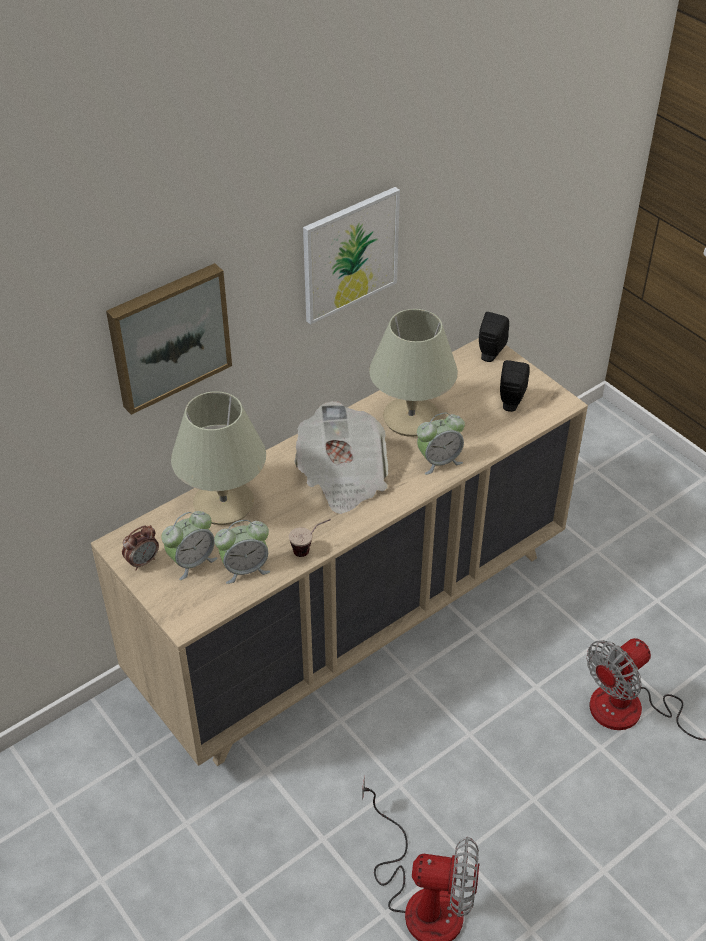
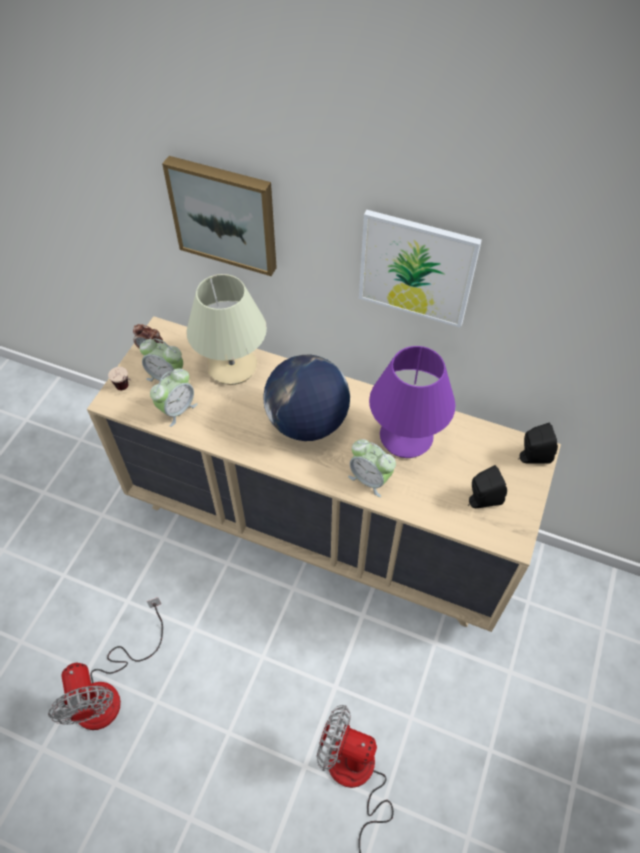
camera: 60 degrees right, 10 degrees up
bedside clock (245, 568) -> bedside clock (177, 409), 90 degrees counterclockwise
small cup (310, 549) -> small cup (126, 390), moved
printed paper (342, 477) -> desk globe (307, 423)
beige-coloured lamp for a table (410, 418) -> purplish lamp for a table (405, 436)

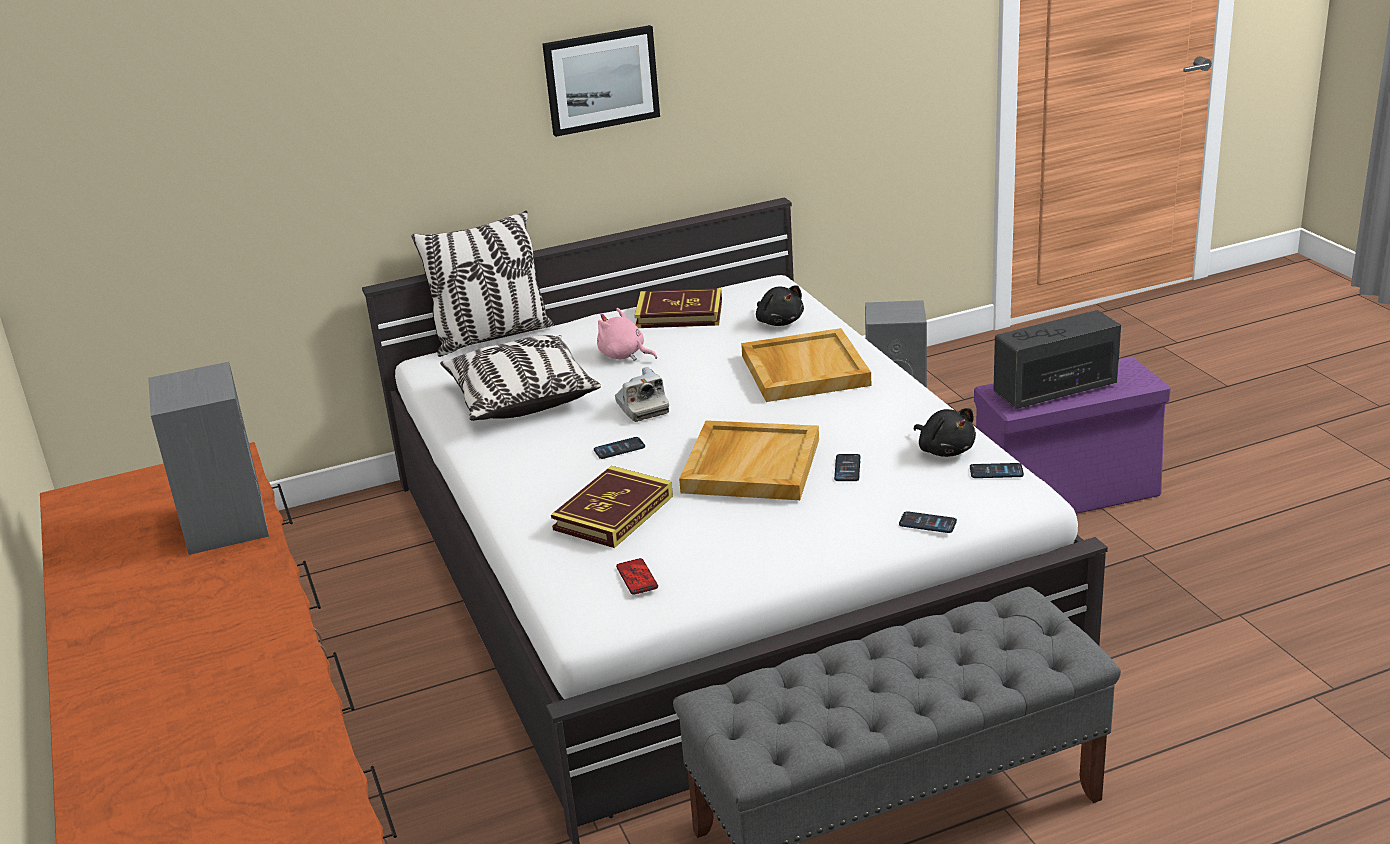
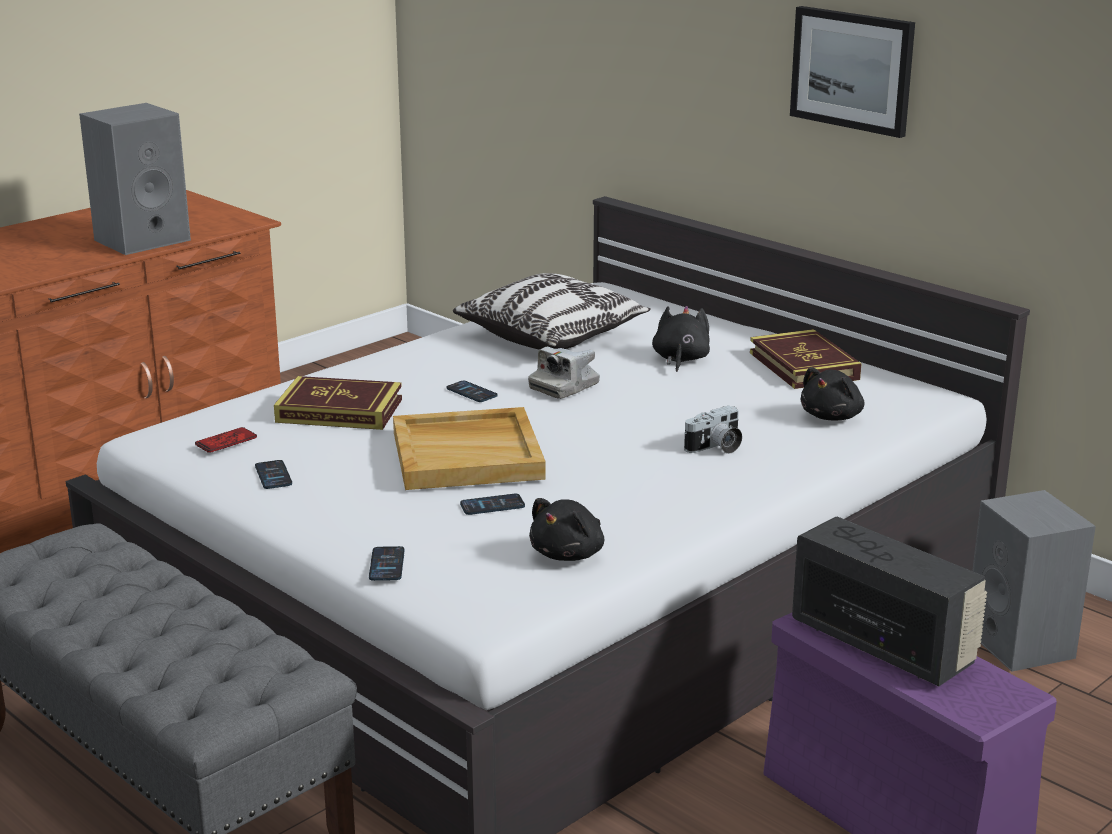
camera: 65 degrees right, 5 degrees down
throw pillow (492, 336) -> none
pinkish plush toy (624, 355) -> blackish plush toy (680, 359)
beige-coloured carrying tray (803, 370) -> photo camera (716, 448)
telephone (996, 472) -> telephone (273, 475), moved

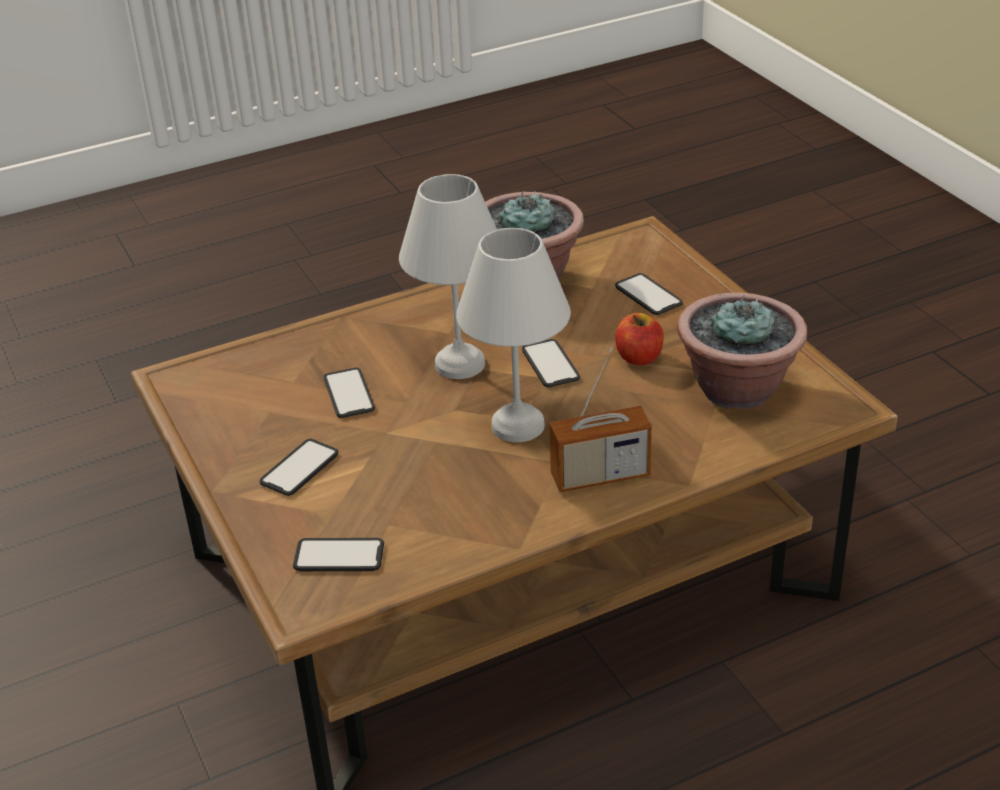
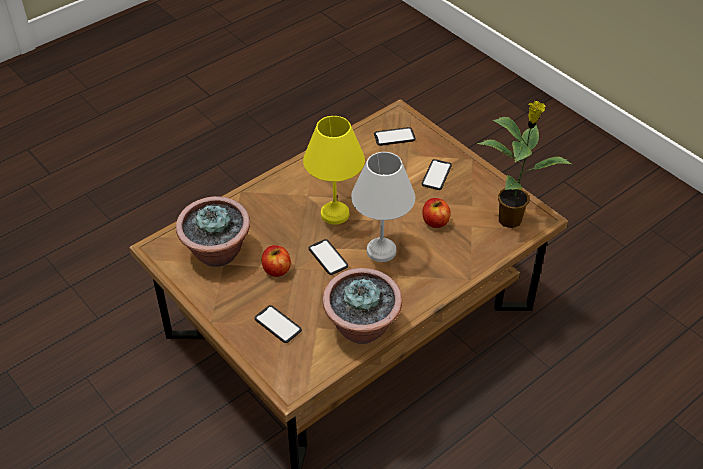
camera: 165 degrees right, 10 degrees up
telephone (349, 394) -> whole apple (435, 222)
white-coloured lamp for a table (515, 425) -> yellow-coloured lamp for a table (336, 214)
radio (600, 476) -> none
none -> potted plant (511, 219)

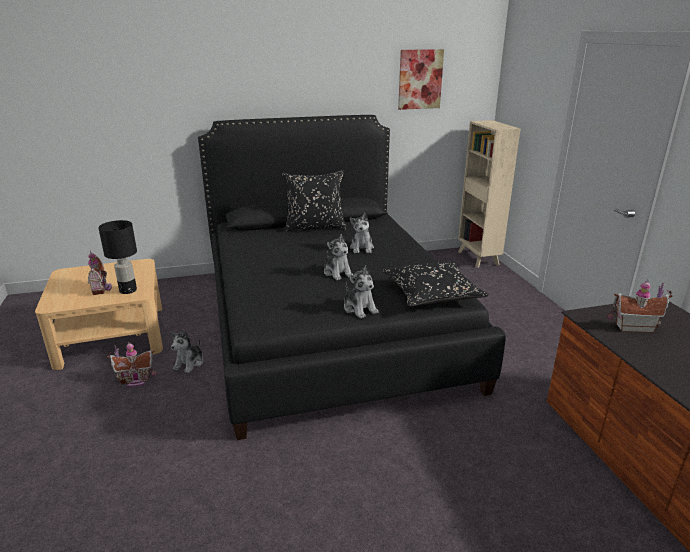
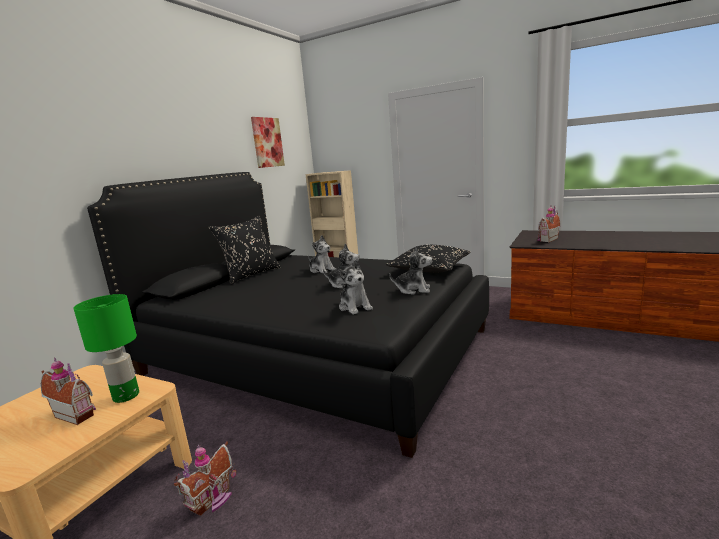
camera: 45 degrees left, 10 degrees down
blackish lamp for a table (128, 290) -> green lamp for a table (127, 396)
plush toy (189, 363) -> plush toy (355, 307), moved

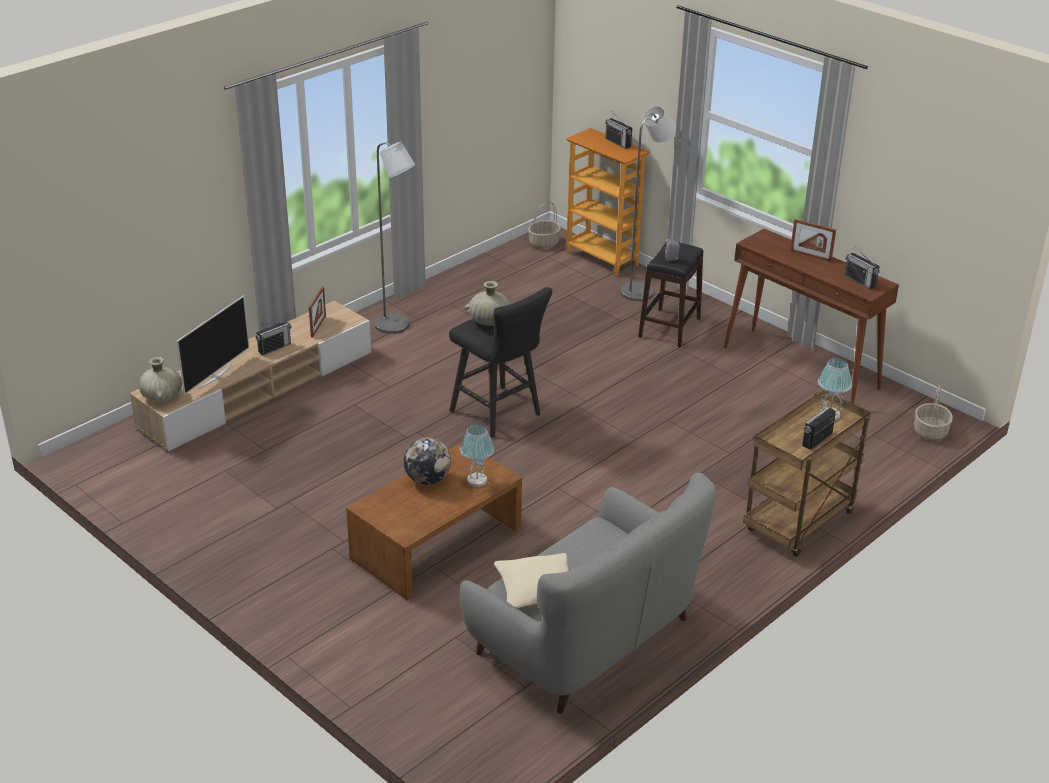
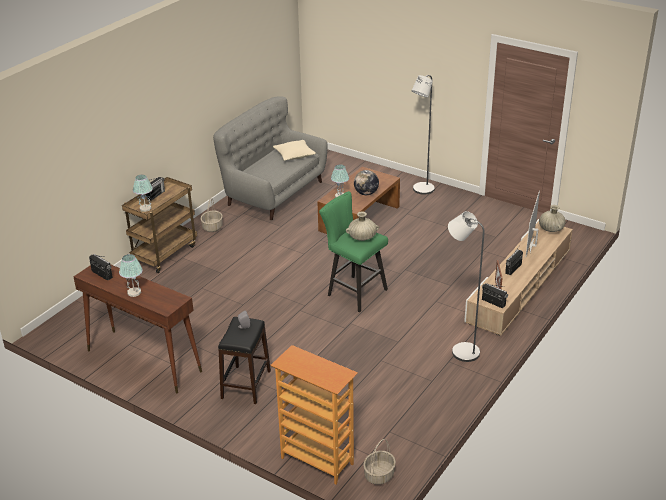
camera: 170 degrees right, 0 degrees up
blackish sitting stool (500, 415) -> green sitting stool (353, 292)
radio (618, 143) -> radio (493, 302), moved
grey standard lamp (641, 290) -> grey standard lamp (421, 190), moved
picture frame (810, 256) -> lamp for a table (134, 292)
household basket (930, 432) -> household basket (212, 227), moved

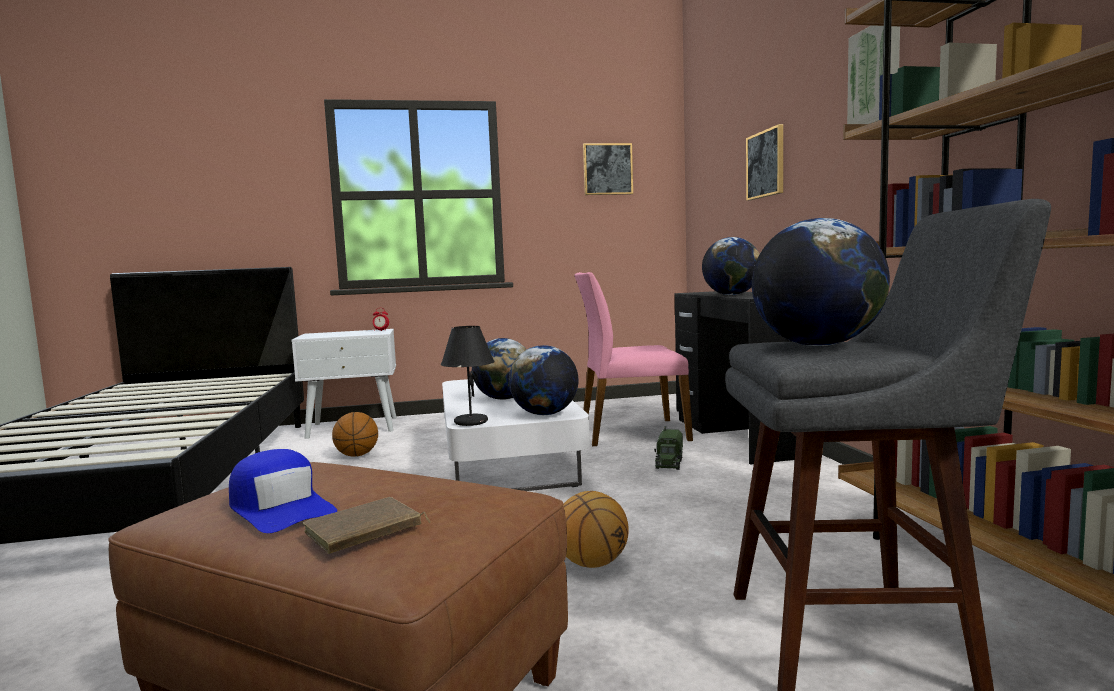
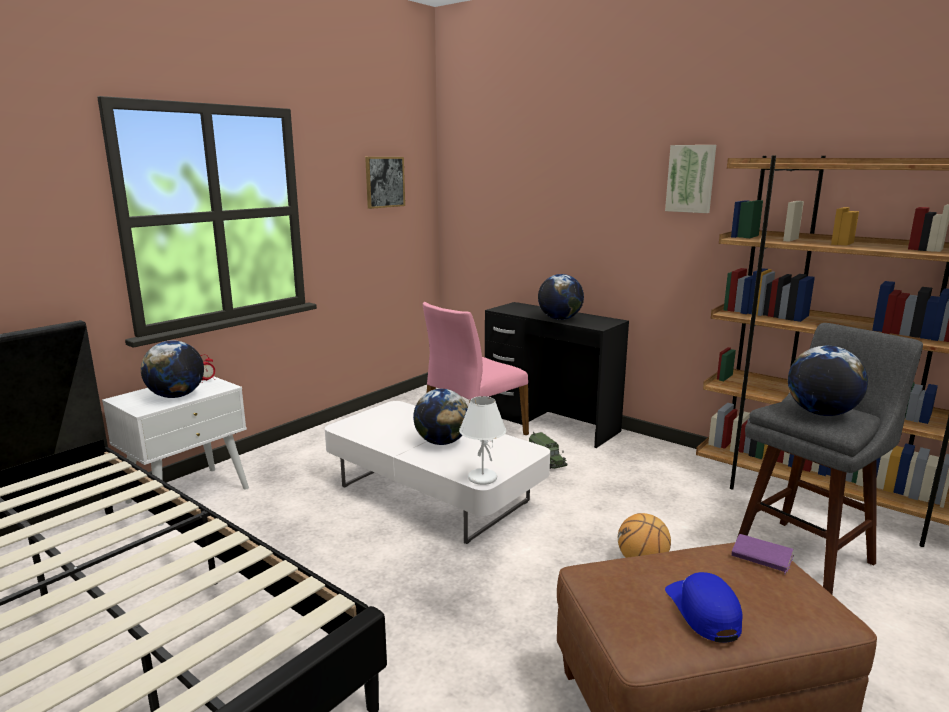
camera: 40 degrees left, 10 degrees up
bluish cap (280, 508) -> bluish cap (703, 611), 105 degrees counterclockwise
brown book (364, 531) -> none
basketball ball (357, 455) -> none
blackish lamp for a table (470, 422) -> white-coloured lamp for a table (481, 478)
desk globe (545, 414) -> desk globe (176, 396), moved
wall picture (766, 164) -> none
none -> purplish book (761, 557)

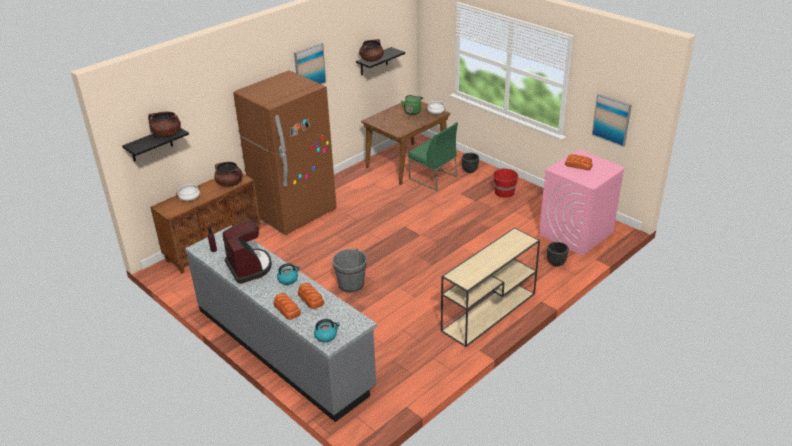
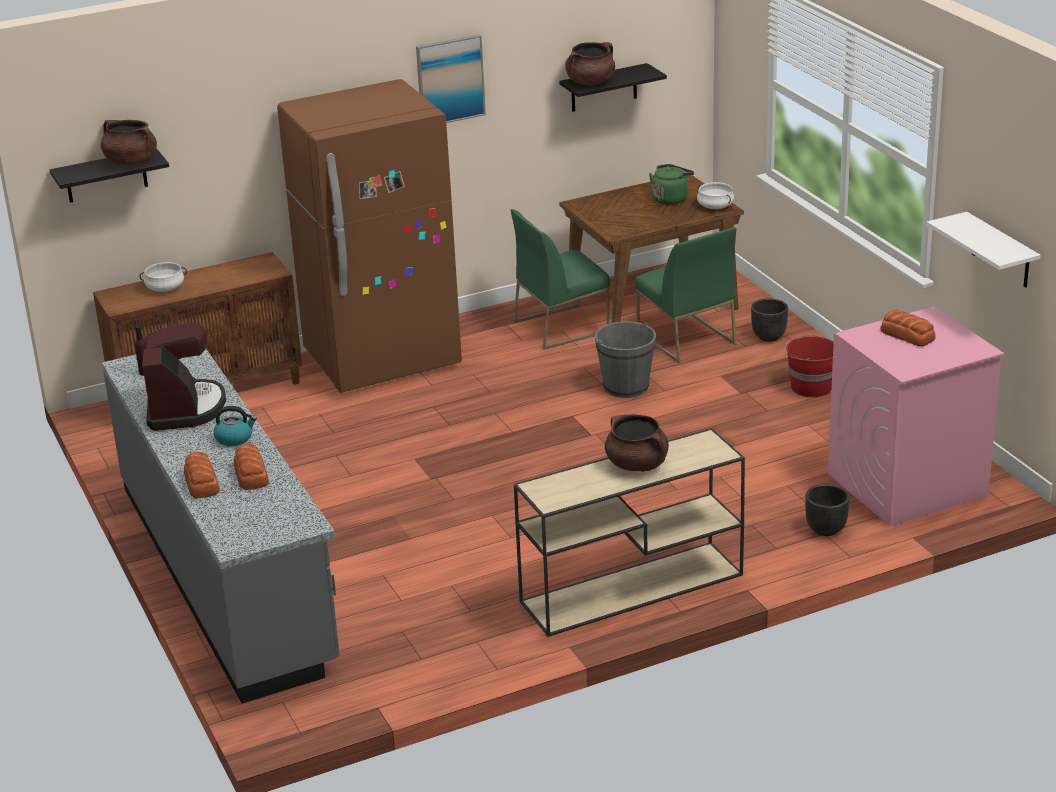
camera: 20 degrees right, 5 degrees down
brown cooking pot (230, 183) -> brown cooking pot (637, 464), moved
kettle (326, 336) -> none
grey pail (351, 285) -> grey pail (626, 387), moved
wall picture (611, 119) -> white-coloured bracket shelf (1001, 251)
none -> green chair (561, 326)

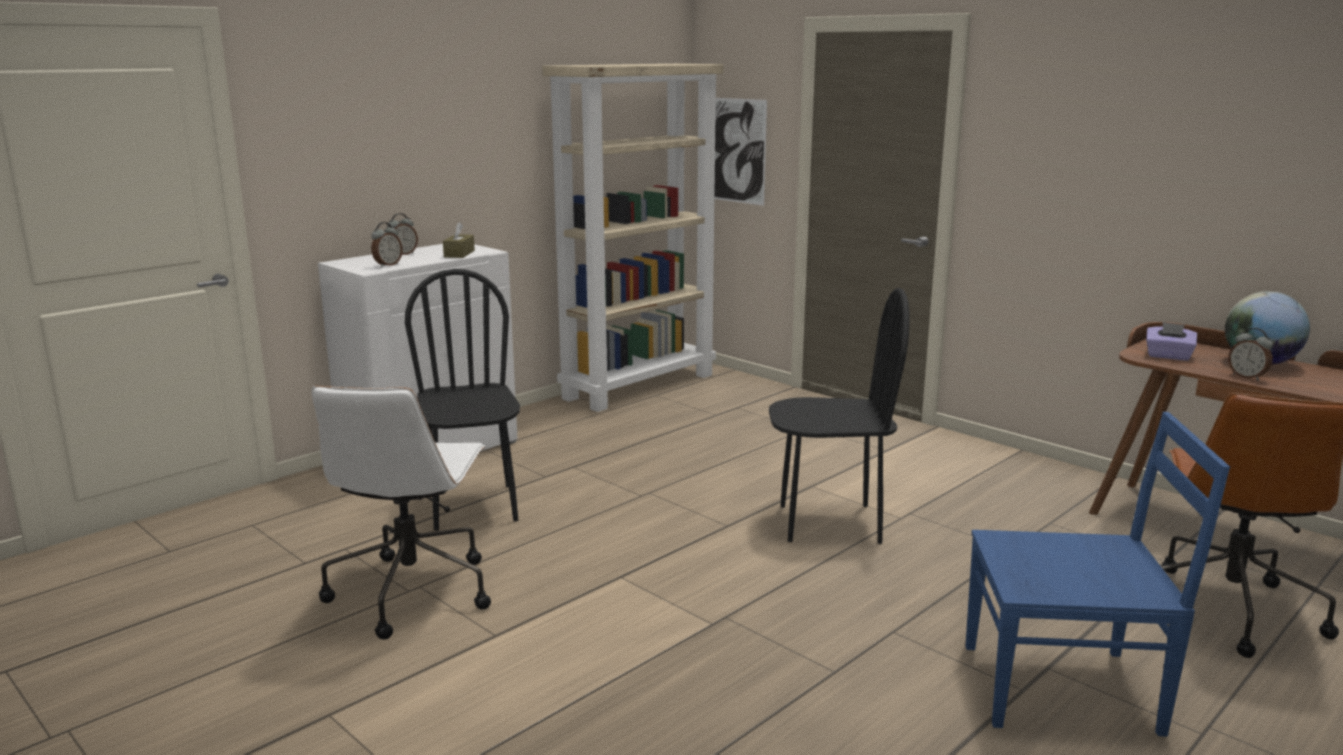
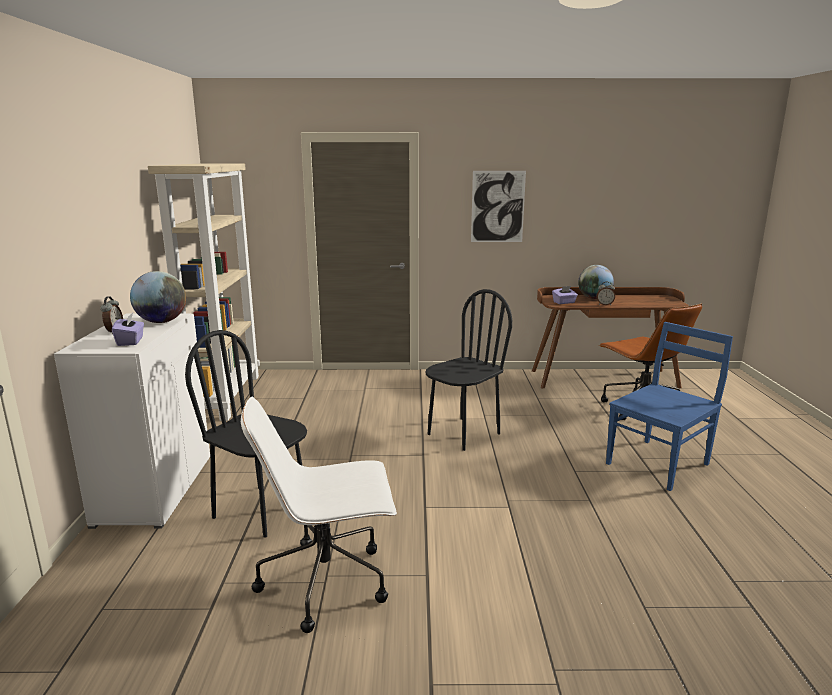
camera: 45 degrees left, 0 degrees up
white-coloured office chair (412, 591) -> white-coloured office chair (327, 581), 120 degrees clockwise
bedside clock (387, 265) -> purplish box of tissues (131, 341)
brown box of tissues (459, 254) -> desk globe (161, 322)
wall picture (736, 150) -> wall picture (497, 206), moved

